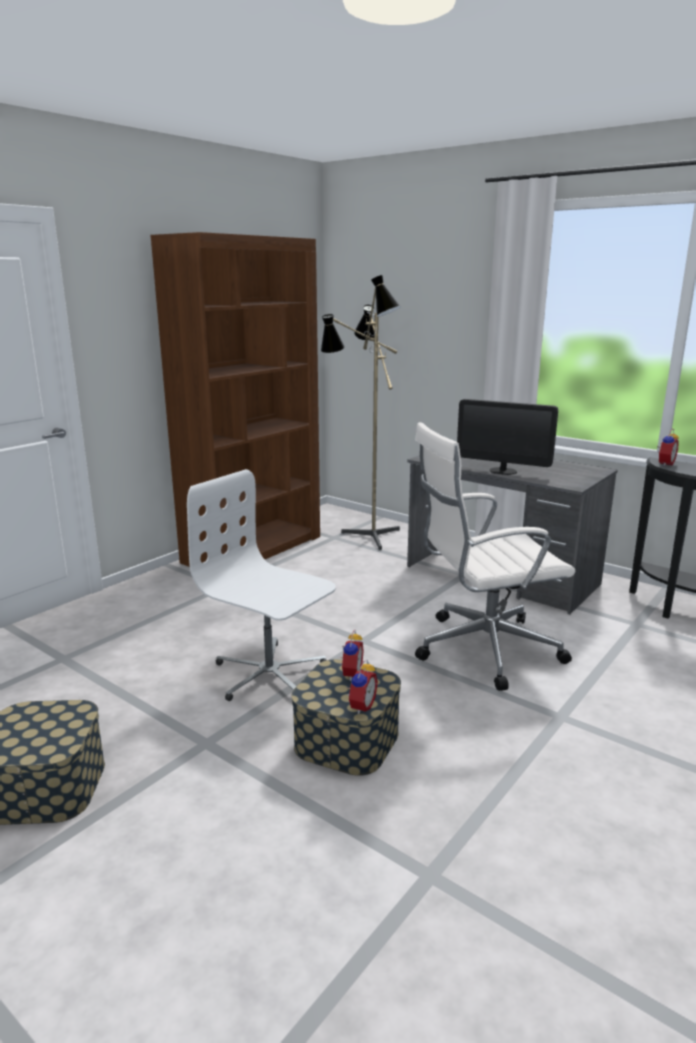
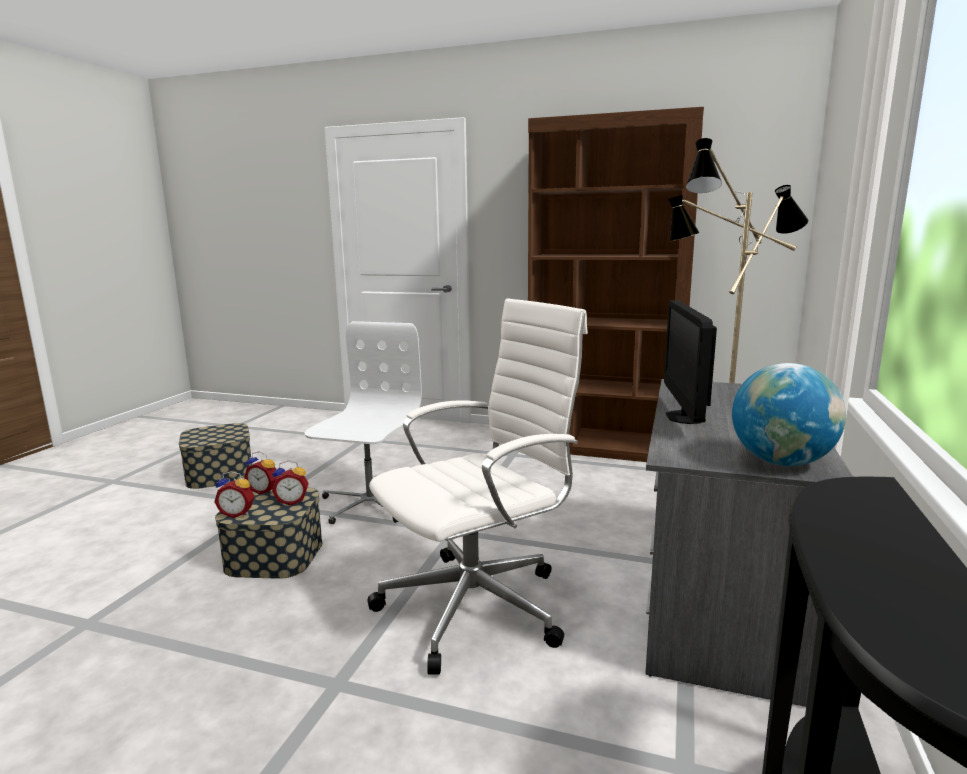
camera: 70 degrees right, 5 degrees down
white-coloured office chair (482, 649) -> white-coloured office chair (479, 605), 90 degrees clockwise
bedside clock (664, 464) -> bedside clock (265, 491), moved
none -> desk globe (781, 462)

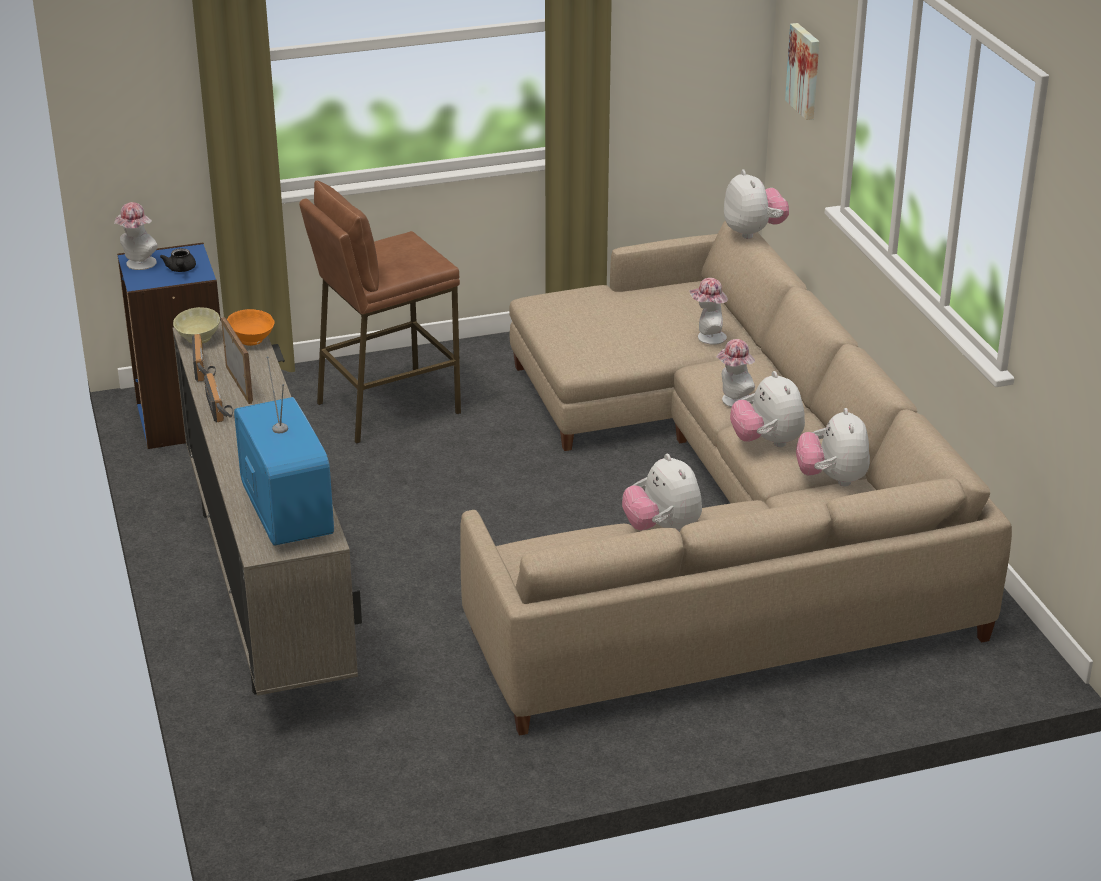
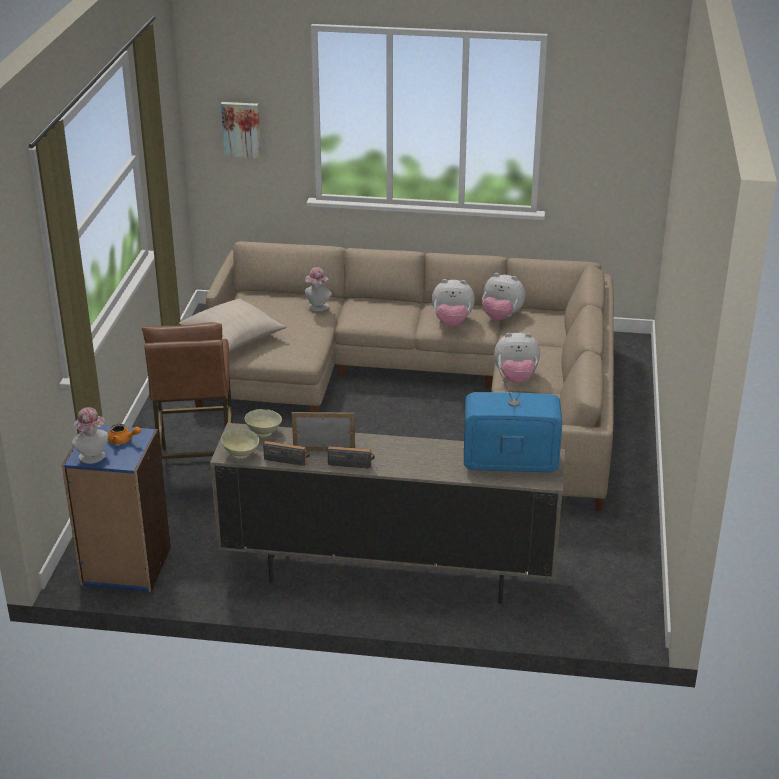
camera: 65 degrees left, 0 degrees up
blackish pot for tea (181, 270) -> orange-coloured pot for tea (123, 440)
orange-coloured serving bowl (252, 341) -> beige-coloured serving bowl (264, 432)
hat (733, 401) -> none
plush toy (753, 232) -> none
none -> beige-coloured throw pillow (233, 338)

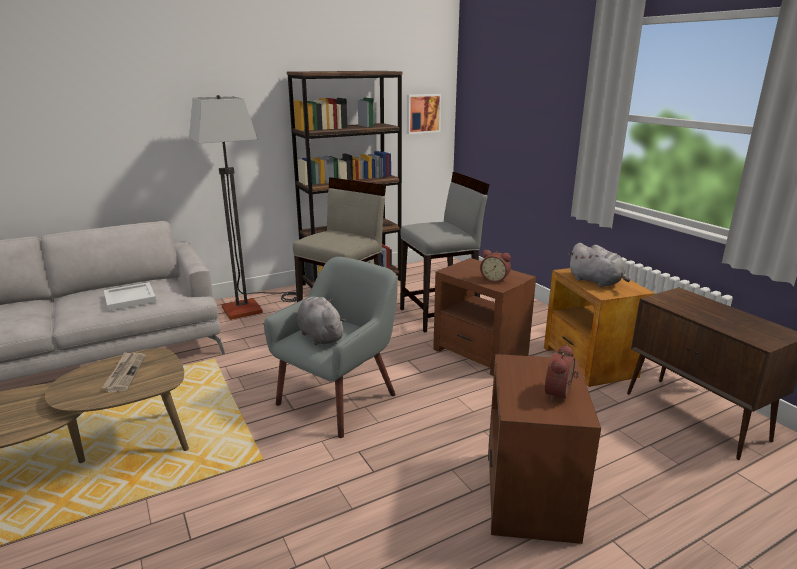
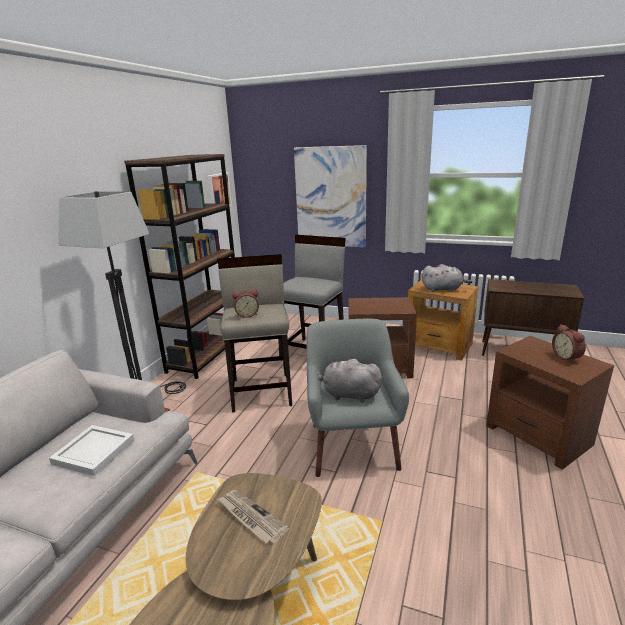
camera: 40 degrees left, 0 degrees up
bedside clock (495, 279) -> bedside clock (247, 315), moved
none -> wall picture (331, 197)

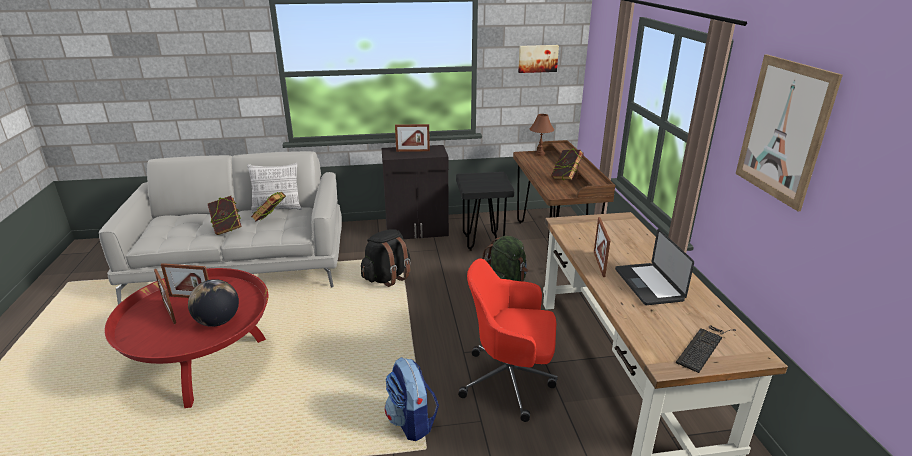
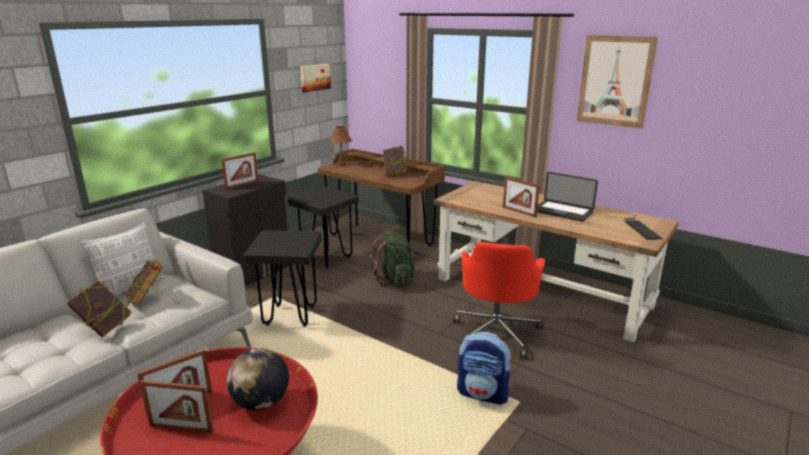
camera: 45 degrees left, 5 degrees down
blackish backpack (387, 277) -> blackish sitting stool (290, 316)
reddish office chair (510, 381) -> reddish office chair (496, 333), 45 degrees counterclockwise

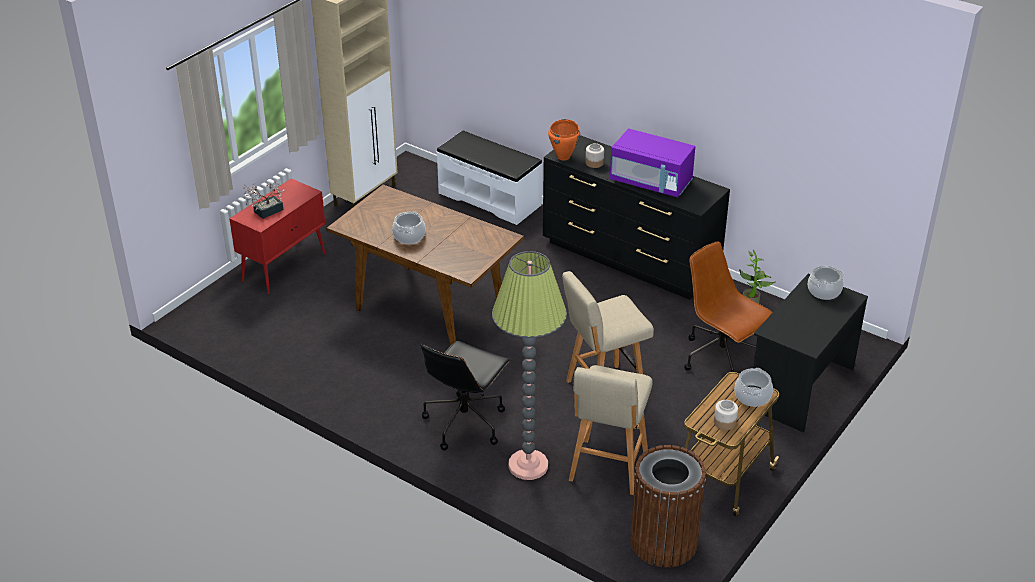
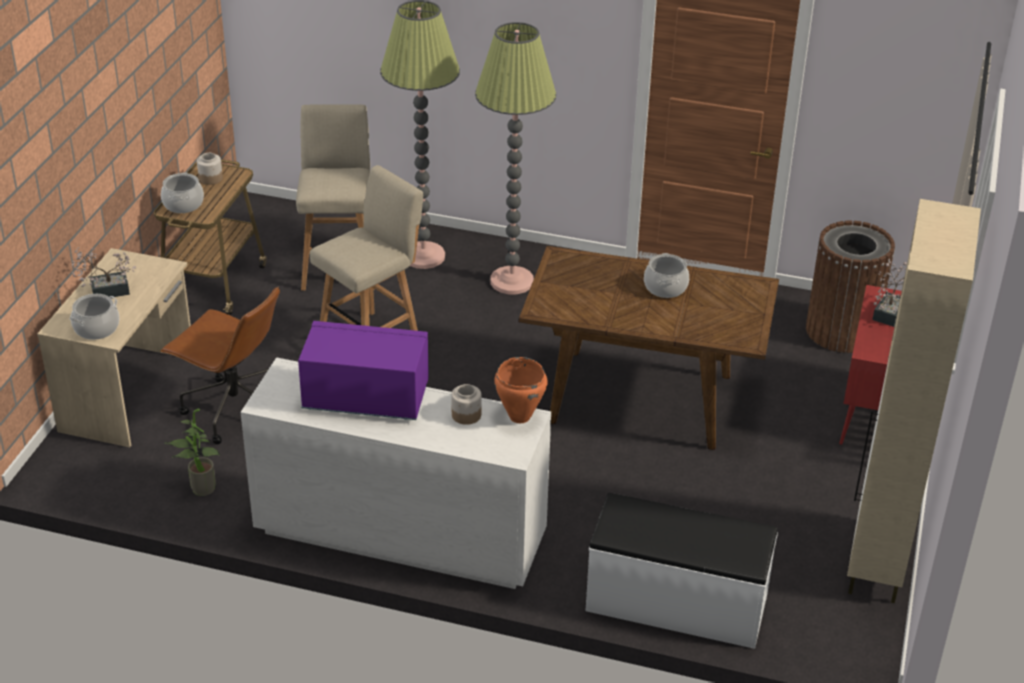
camera: 160 degrees right, 0 degrees up
blackish office chair (465, 422) -> standard lamp (512, 281)
blackish drawer chest (630, 259) -> white-coloured drawer chest (399, 535)
brown trash can (663, 542) -> brown trash can (841, 331), moved
blackish desk unit (799, 387) -> beige-coloured desk unit (130, 393)
none -> potted plant (105, 291)

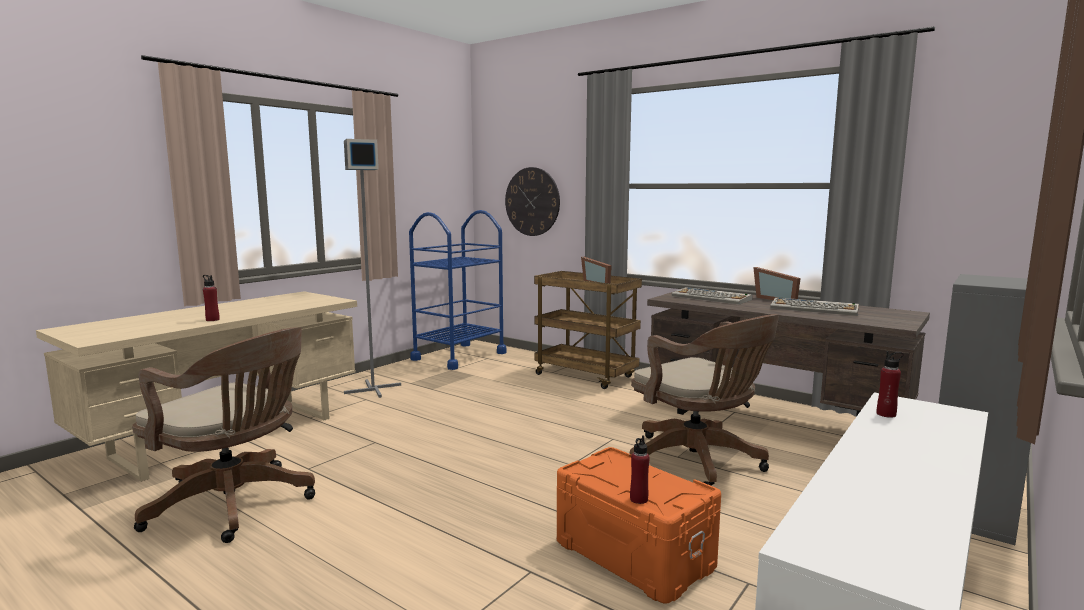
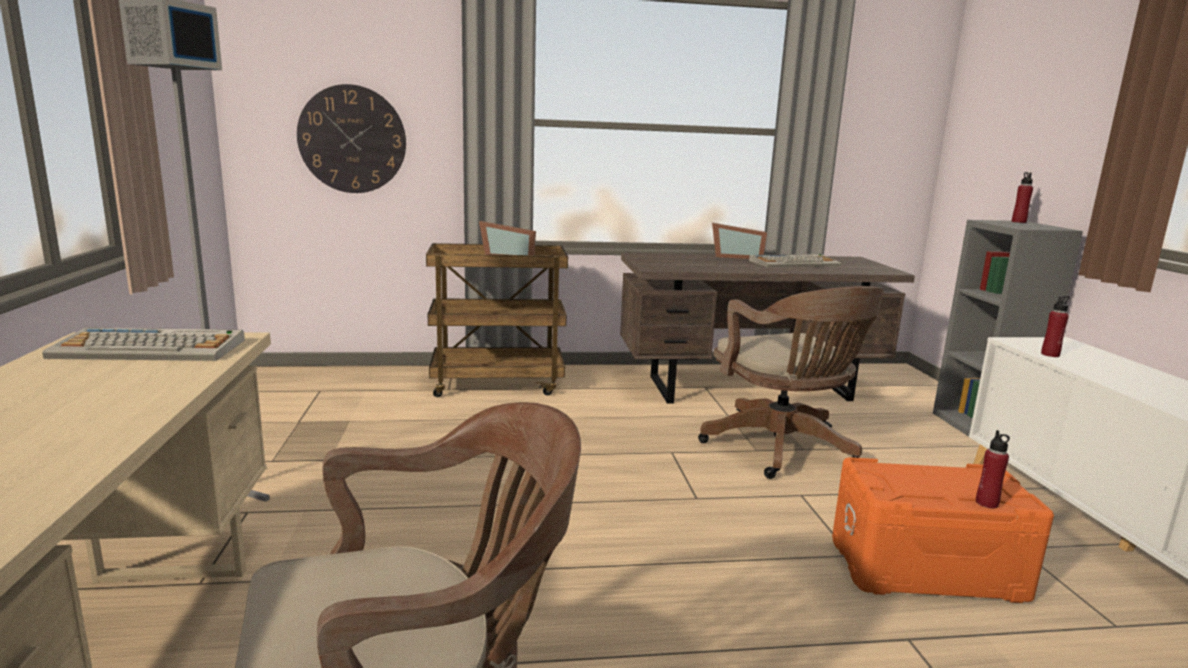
camera: 45 degrees left, 5 degrees up
reddish beverage bottle (212, 320) -> reddish beverage bottle (1018, 222), moved
bluish wheeled cart (459, 356) -> none
brown office chair (699, 463) -> brown office chair (783, 450), 60 degrees clockwise
PC keyboard (712, 298) -> PC keyboard (152, 348), moved

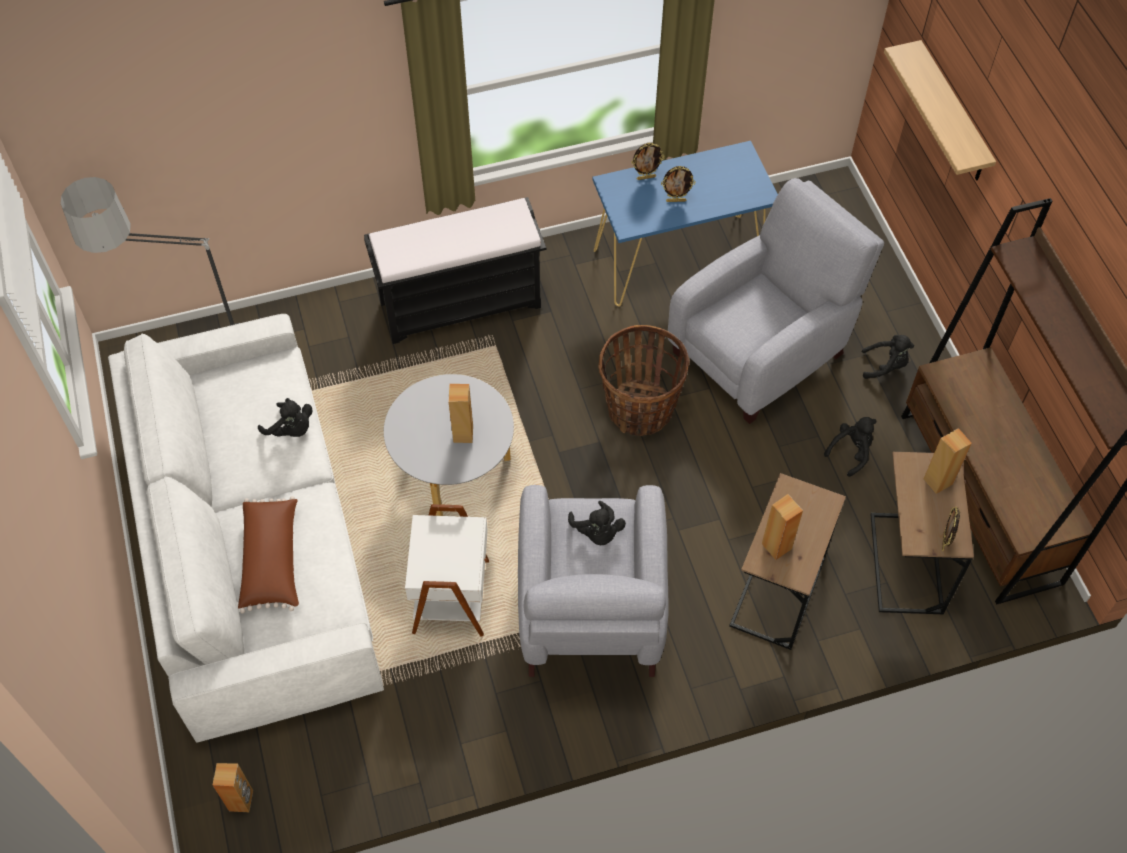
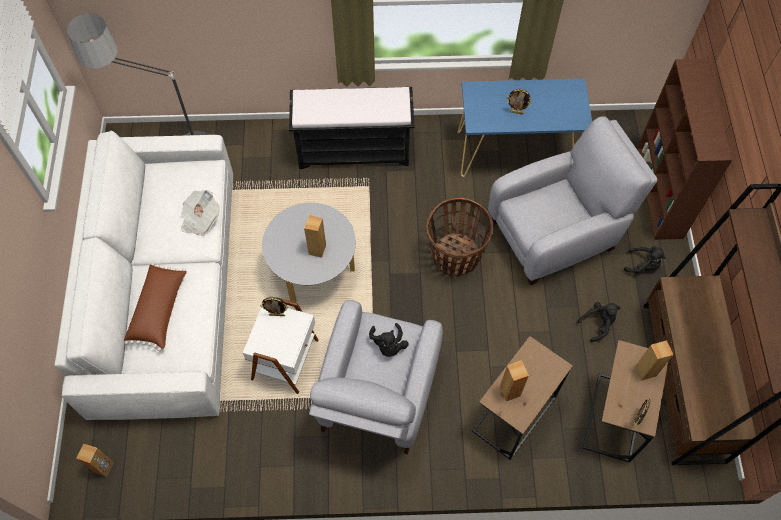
camera: 15 degrees right, 5 degrees up
blackish plush toy (291, 429) -> printed paper (200, 219)
picture frame (646, 177) -> picture frame (277, 314), moved
bracket shelf (952, 114) -> none
none -> brown shelving unit (660, 192)

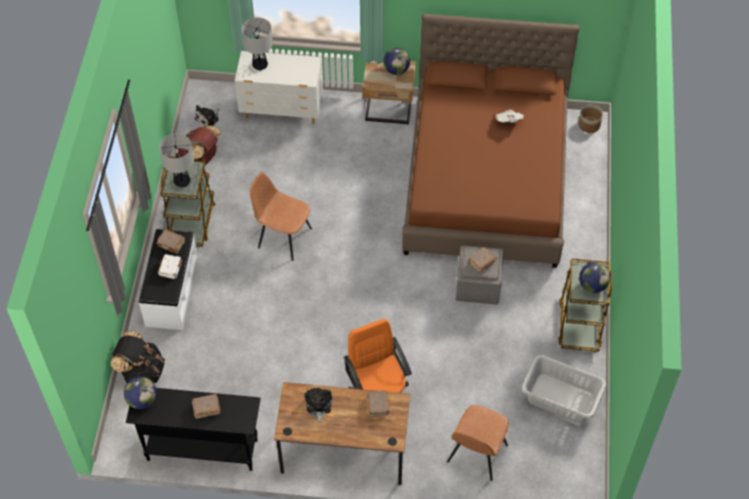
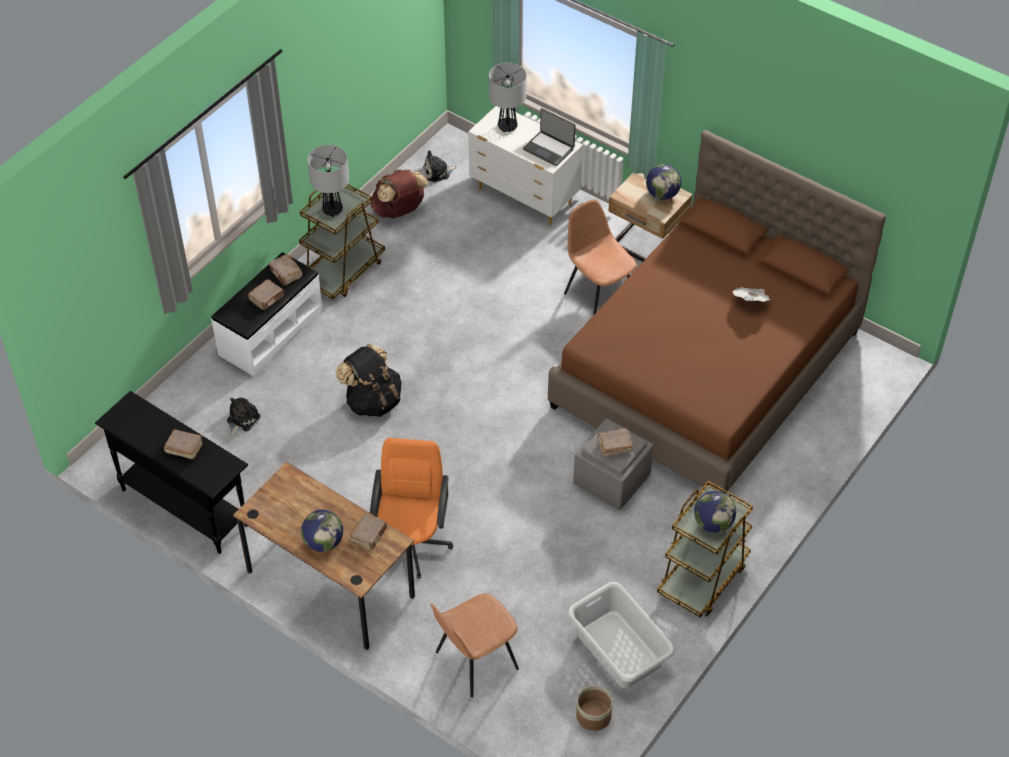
camera: 30 degrees right, 5 degrees down
blackish backpack (142, 372) -> blackish backpack (372, 401), moved
desk globe (142, 400) -> desk globe (323, 542), moved
white-coloured book (171, 269) -> brown book (267, 298)
brown chair (283, 237) -> brown chair (599, 295), moved
plush toy (318, 405) -> plush toy (242, 420), moved
plant pot (589, 125) -> plant pot (593, 716), moved
none -> notebook computer (549, 149)

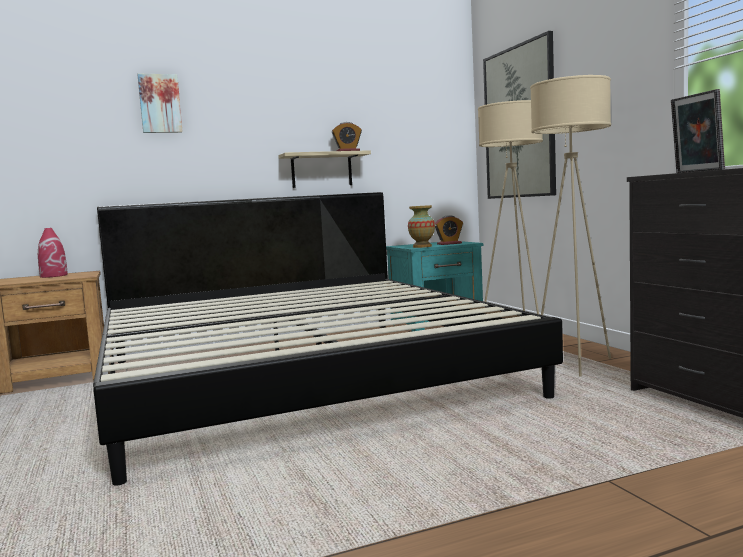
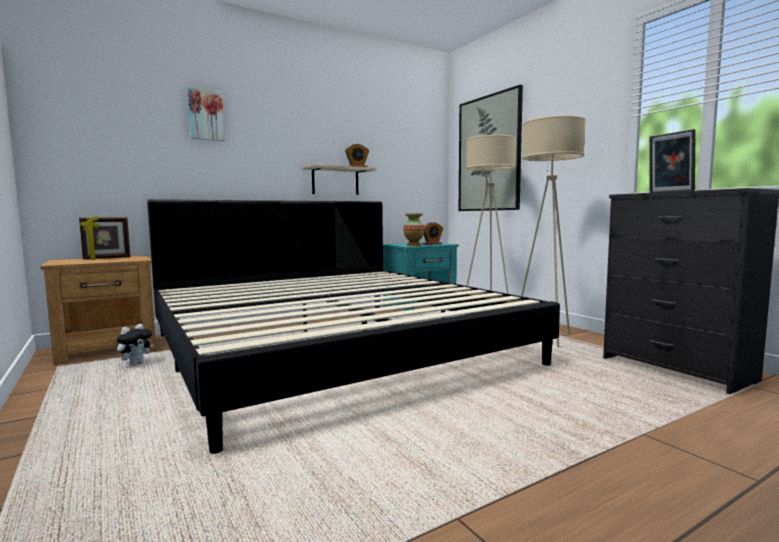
camera: 10 degrees left, 0 degrees up
reddish vase (54, 276) -> picture frame (107, 258)
none -> plush toy (136, 363)

